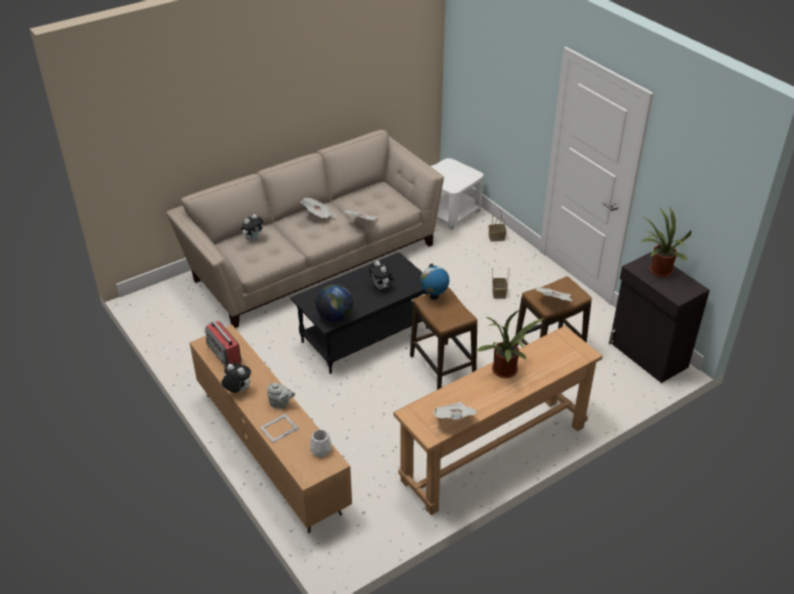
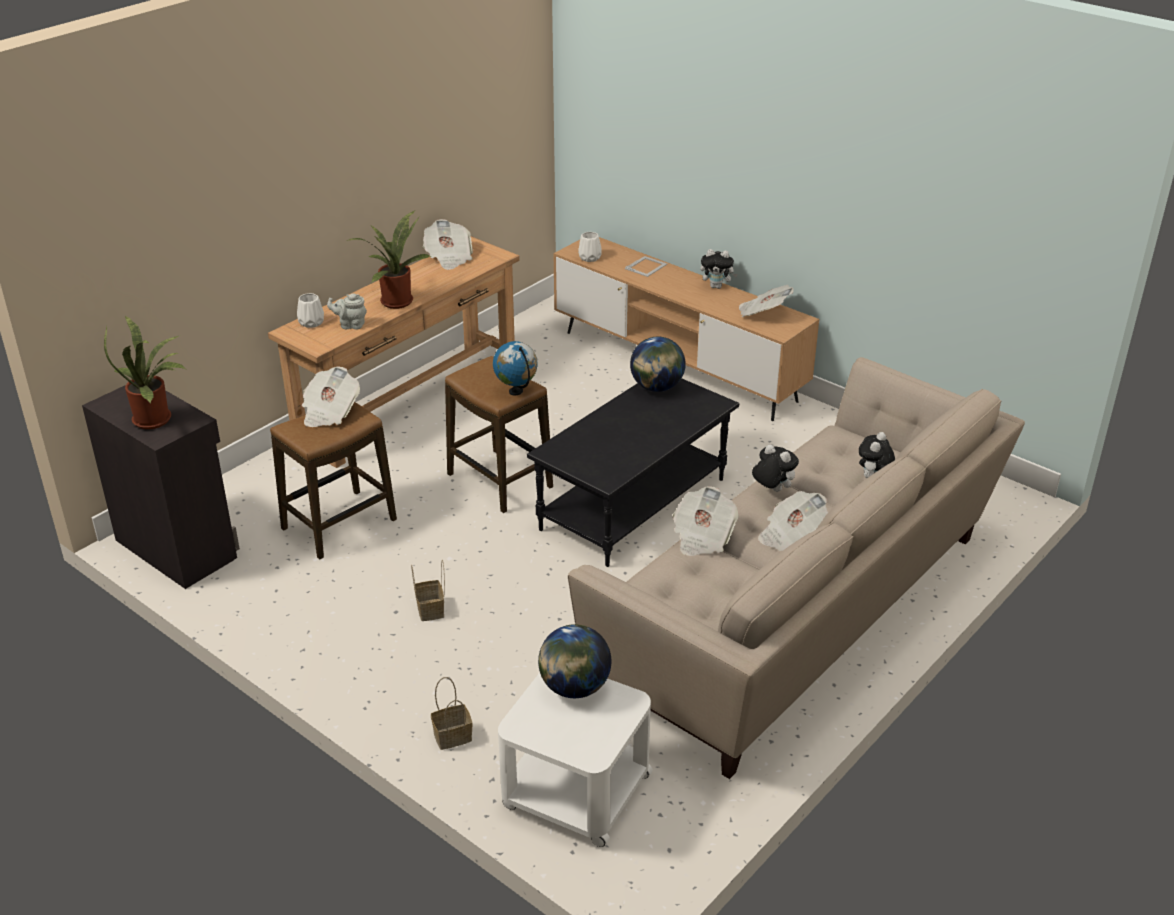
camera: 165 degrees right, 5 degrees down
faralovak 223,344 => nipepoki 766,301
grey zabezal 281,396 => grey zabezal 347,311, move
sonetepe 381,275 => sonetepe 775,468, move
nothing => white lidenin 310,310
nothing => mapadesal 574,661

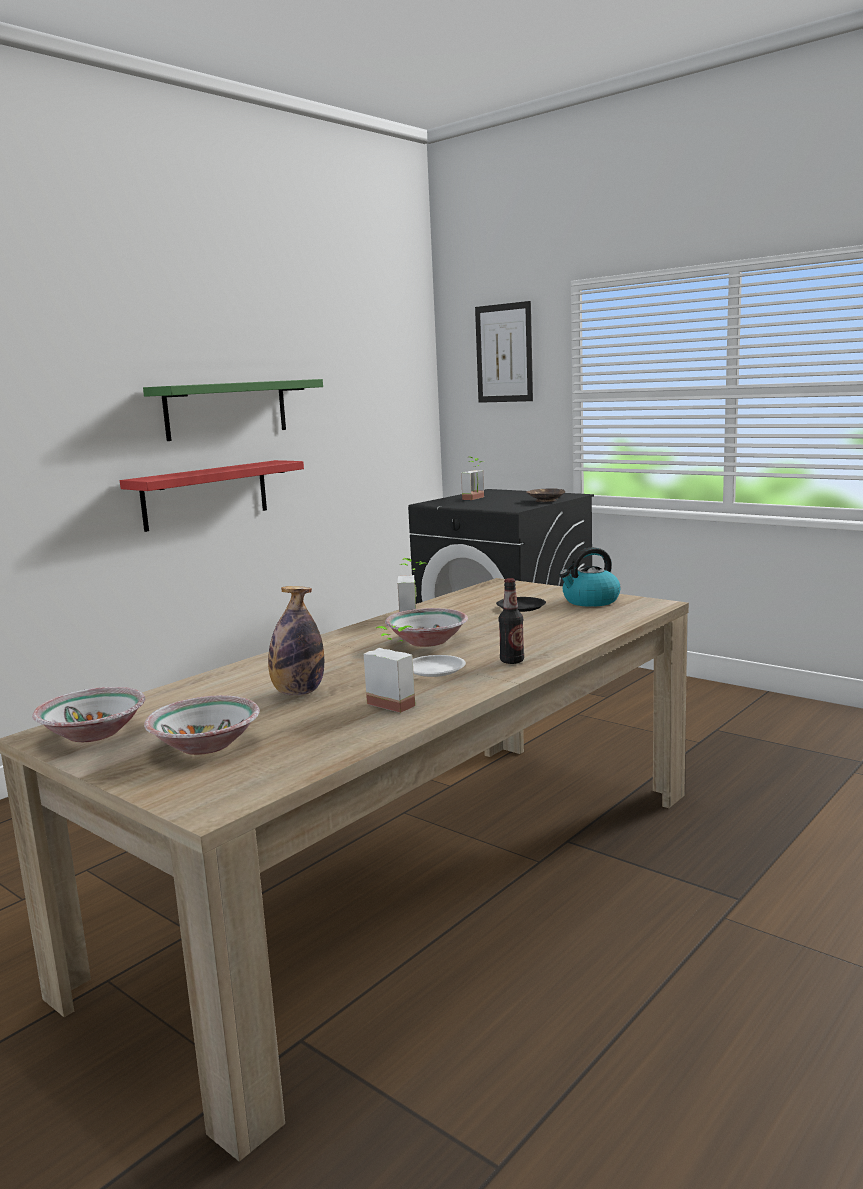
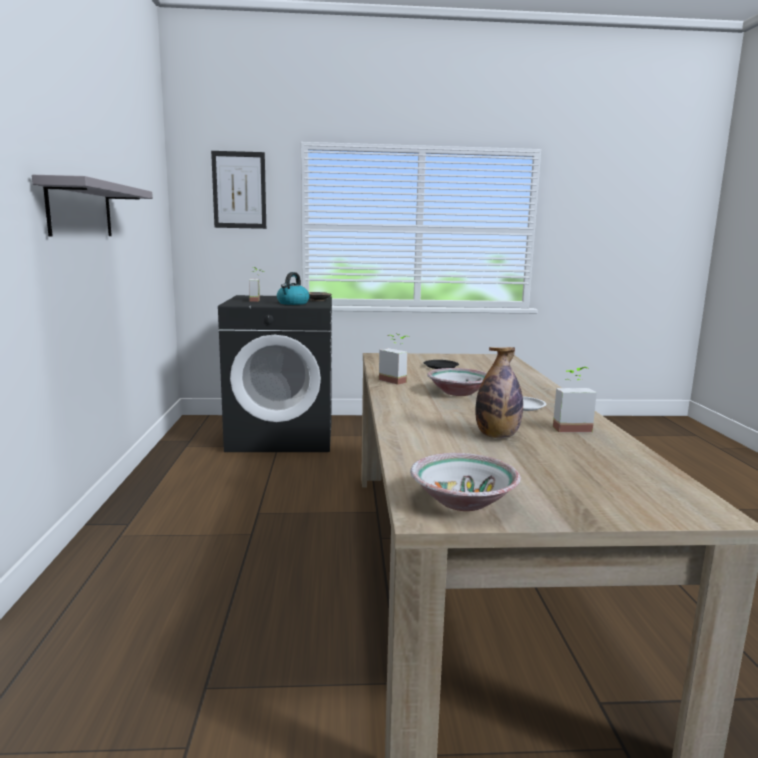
camera: 45 degrees left, 0 degrees up
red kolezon 212,496 => nothing
green kolezon 233,410 => grey kolezon 92,205
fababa 202,725 => nothing
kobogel 511,621 => nothing
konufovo 589,577 => konufovo 293,288, move

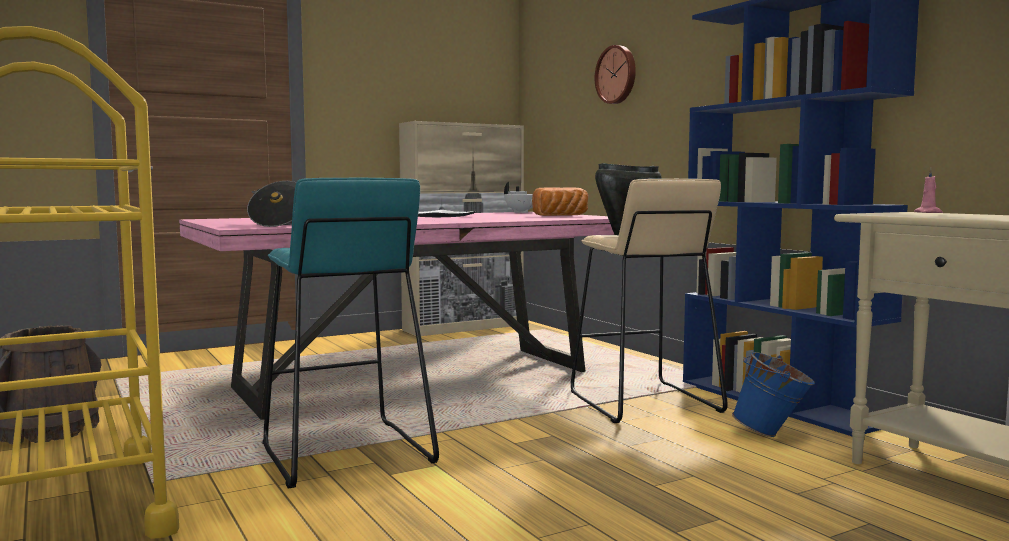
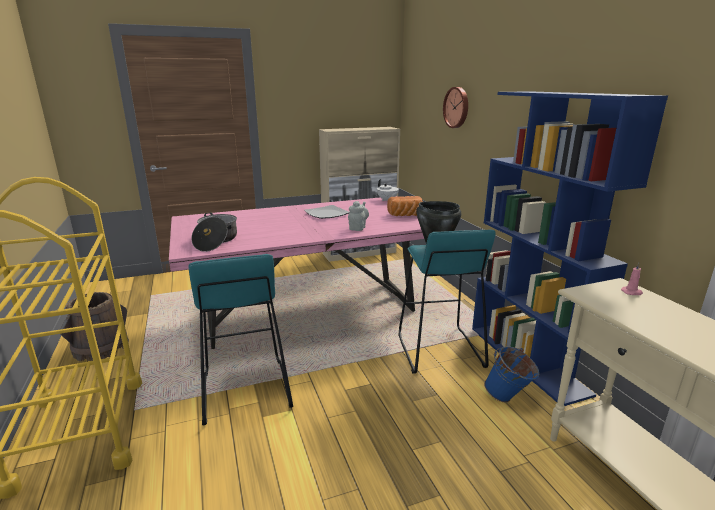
camera: 10 degrees right, 15 degrees up
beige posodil 649,301 => turquoise posodil 447,301
nothing => grey zabezal 358,216

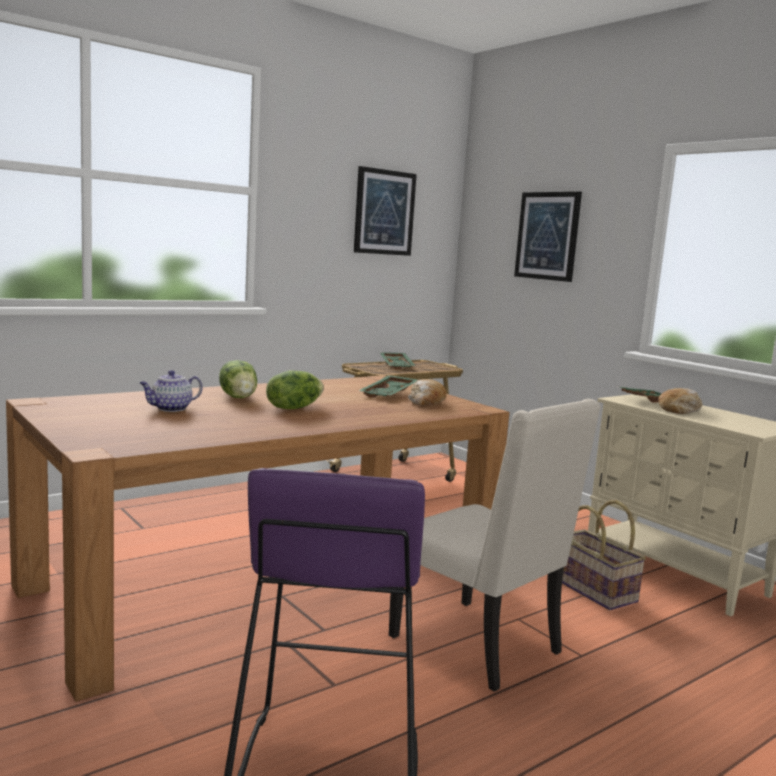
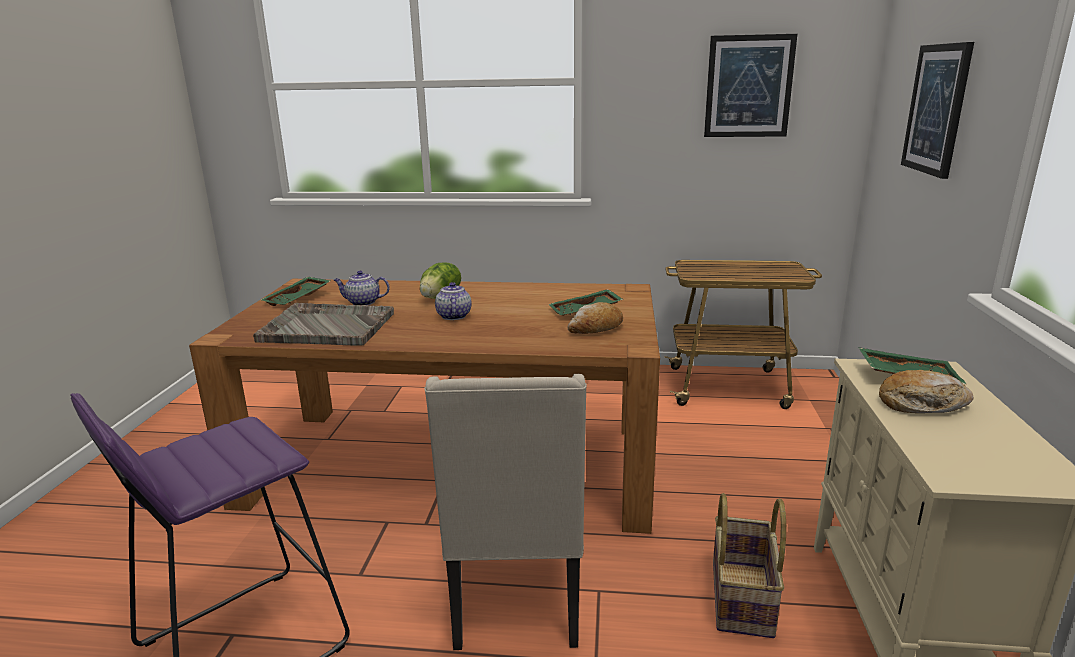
camera: 45 degrees right, 10 degrees up
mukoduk 295,390 => zabezal 453,301
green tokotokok 398,360 => green tokotokok 296,291, move
nothing => grey tokotokok 323,324

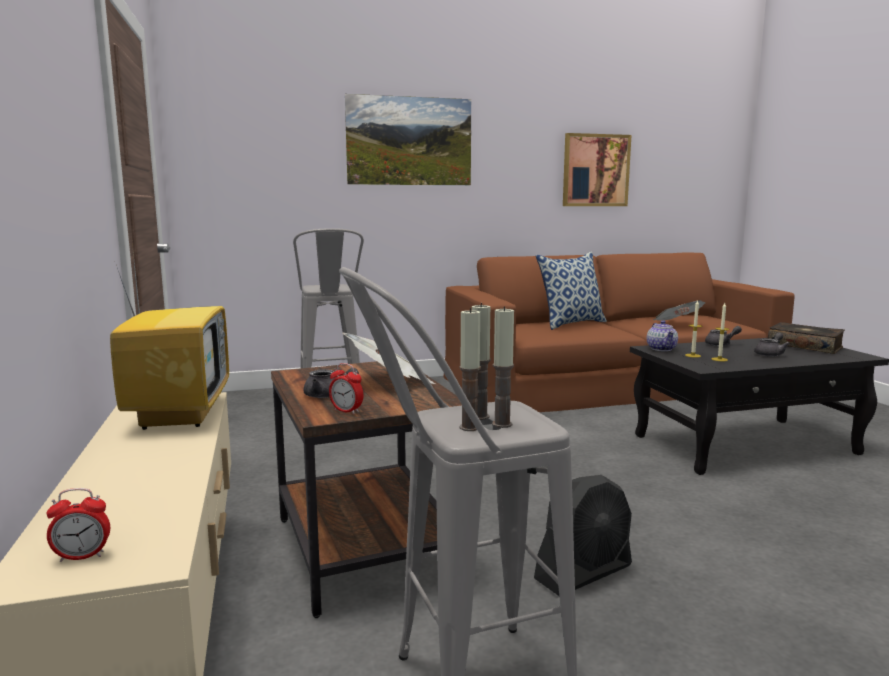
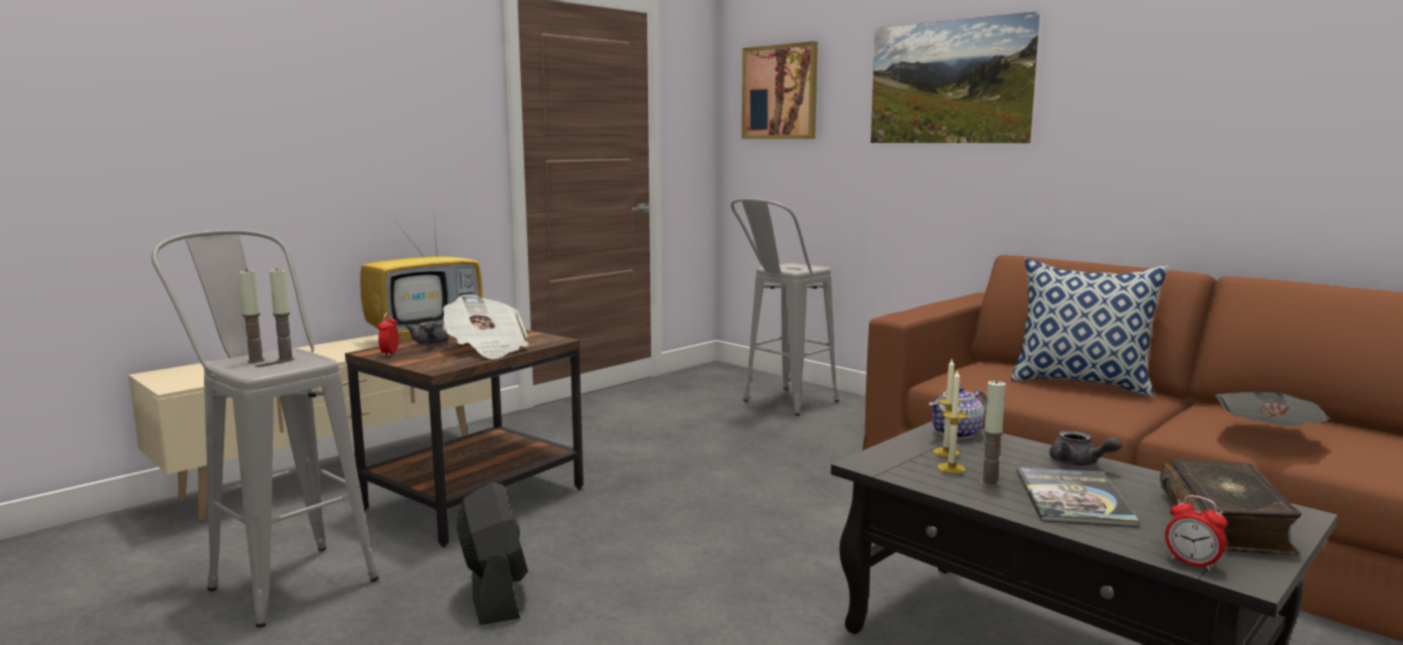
camera: 60 degrees right, 0 degrees up
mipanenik 78,525 => mipanenik 1196,533, move
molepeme 503,367 => molepeme 993,433, move
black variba 583,535 => black variba 492,553, 135 degrees counterclockwise
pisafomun 597,169 => pisafomun 780,90, move
grey zabezal 772,344 => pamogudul 1078,497

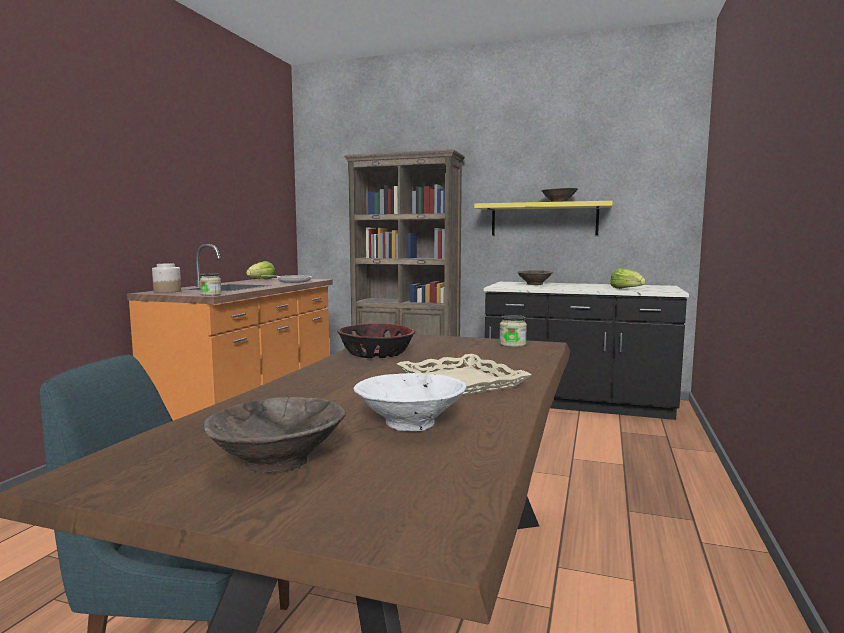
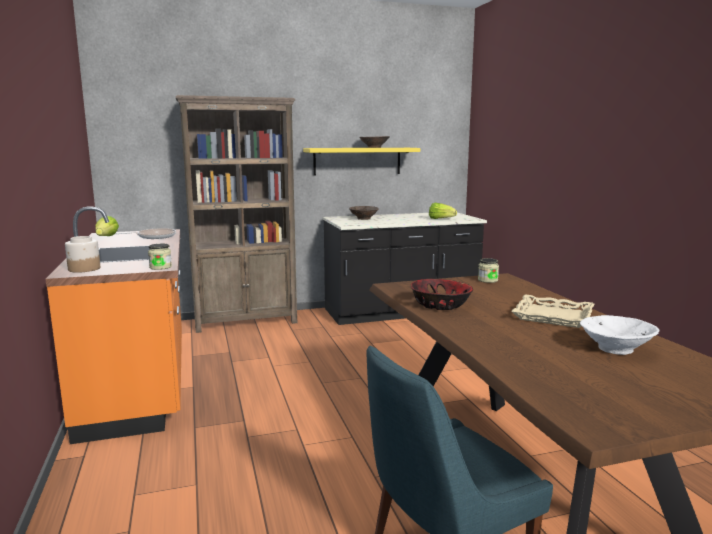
camera: 35 degrees left, 5 degrees up
brown fababa 274,435 => nothing

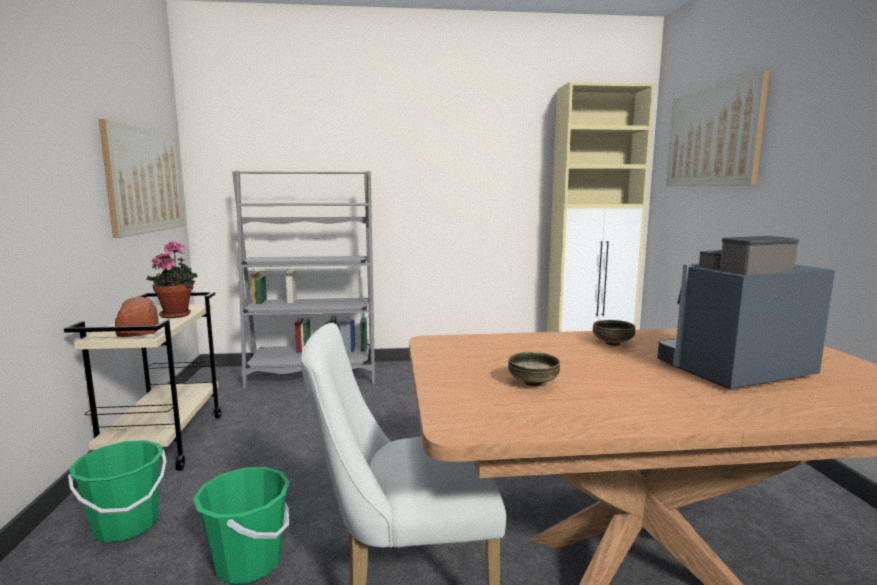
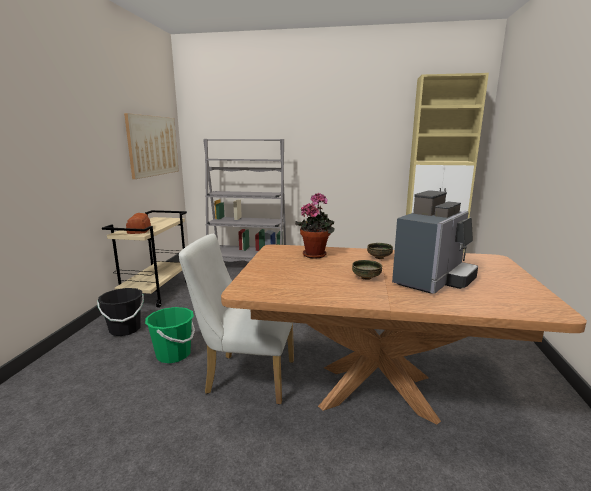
camera: 15 degrees right, 5 degrees up
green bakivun 117,491 => black bakivun 120,312
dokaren 172,279 => dokaren 315,226, move
fababa 534,369 => fababa 367,270, move
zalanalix 746,312 => zalanalix 435,242, 135 degrees clockwise
pisafomun 718,128 => nothing

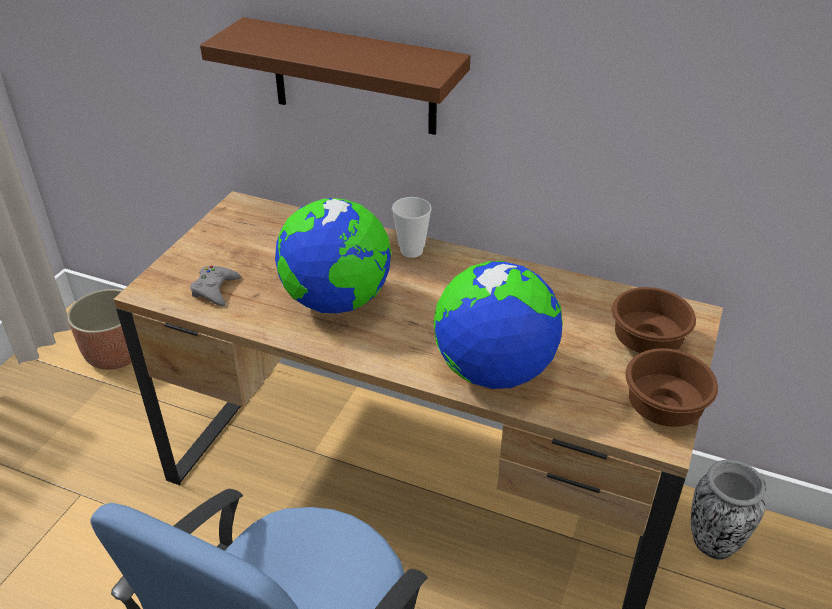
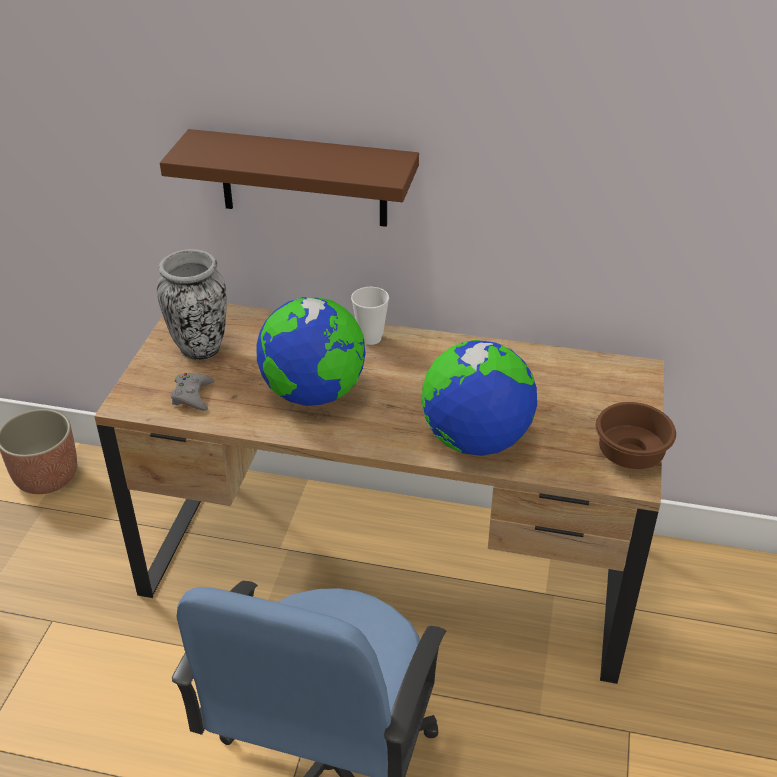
camera: 10 degrees left, 0 degrees up
brown fababa 654,320 => nothing
lidenin 728,509 => lidenin 192,304, move

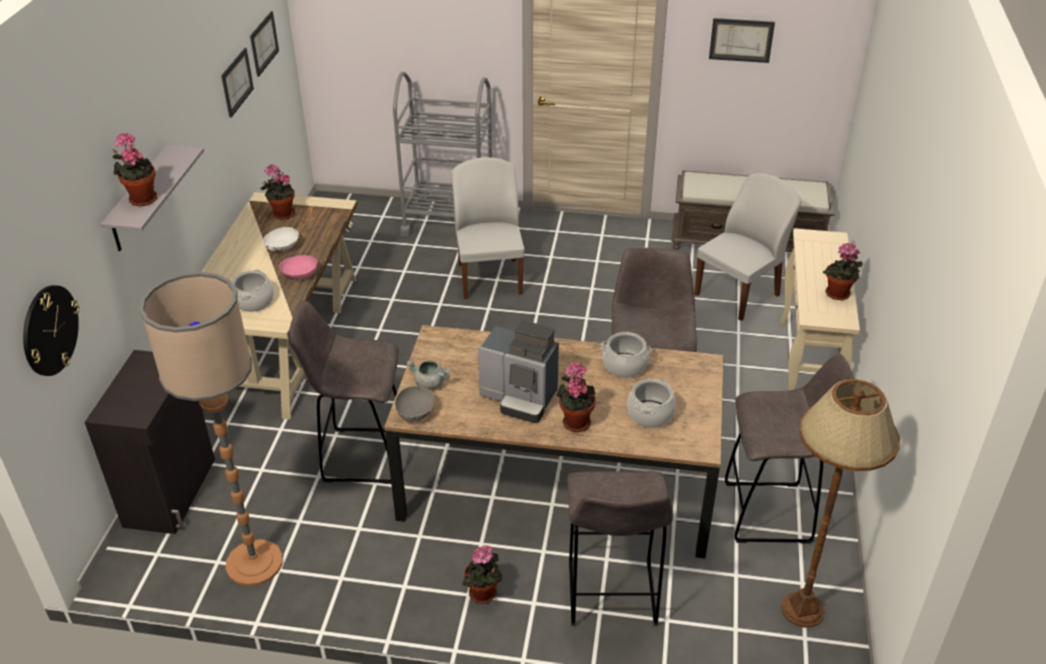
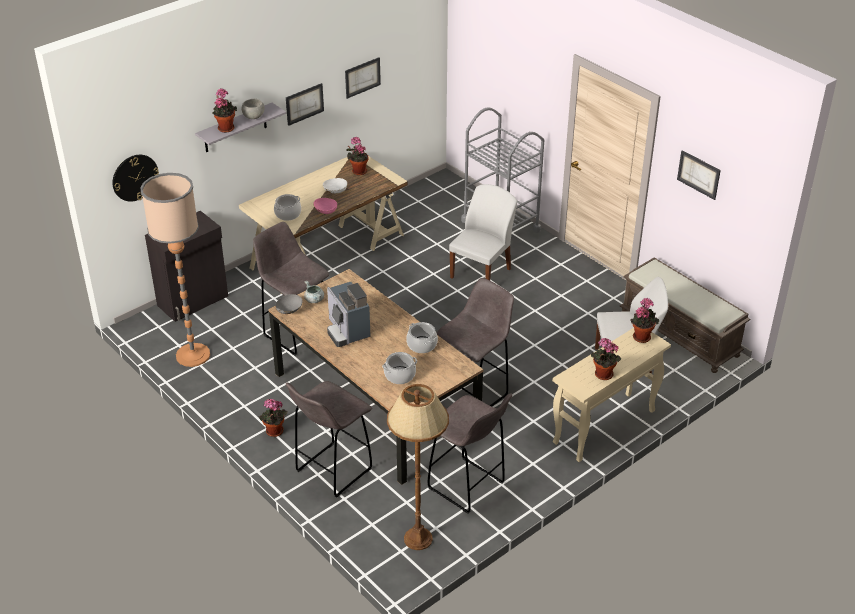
camera: 40 degrees right, 0 degrees up
pisafomun 264,44 => pisafomun 305,104, move
dokaren 576,397 => dokaren 644,320, move
nothing => grey fababa 253,109

